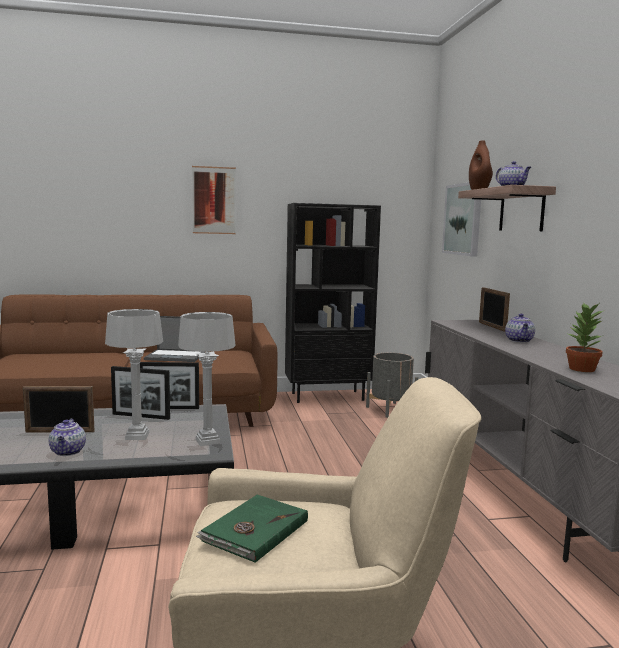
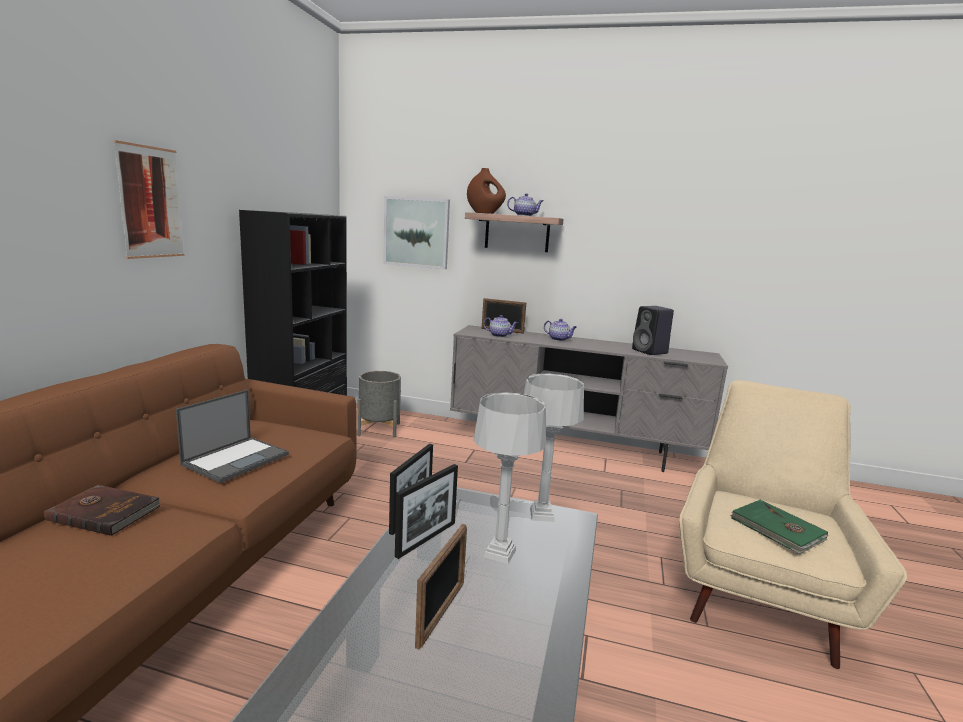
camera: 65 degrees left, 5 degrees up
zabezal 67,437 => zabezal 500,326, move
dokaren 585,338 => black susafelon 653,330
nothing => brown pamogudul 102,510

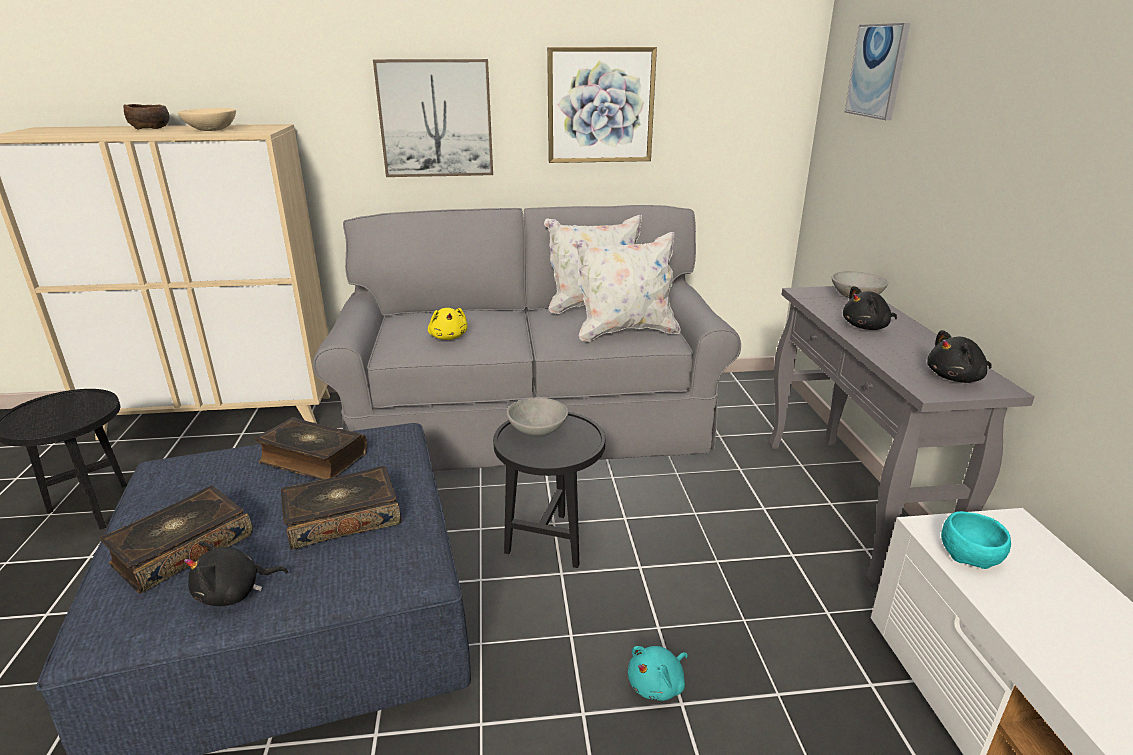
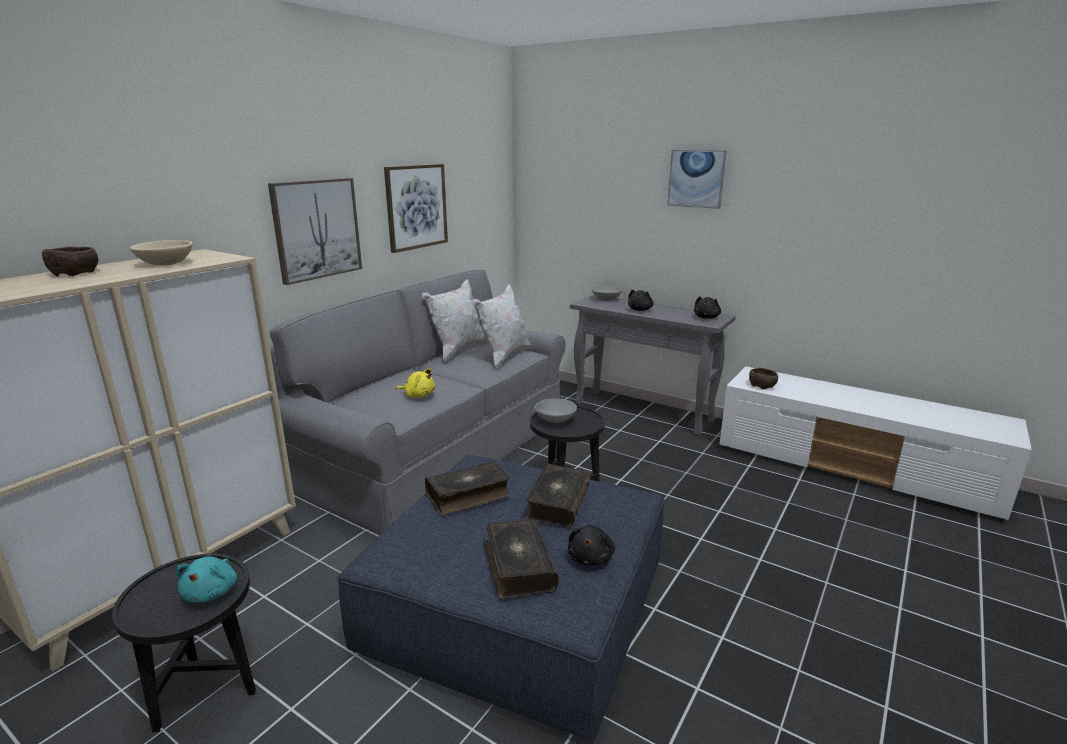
camera: 50 degrees left, 5 degrees down
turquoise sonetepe 658,673 => turquoise sonetepe 206,579, move
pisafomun 878,71 => pisafomun 697,179, move
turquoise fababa 976,540 => brown fababa 763,378

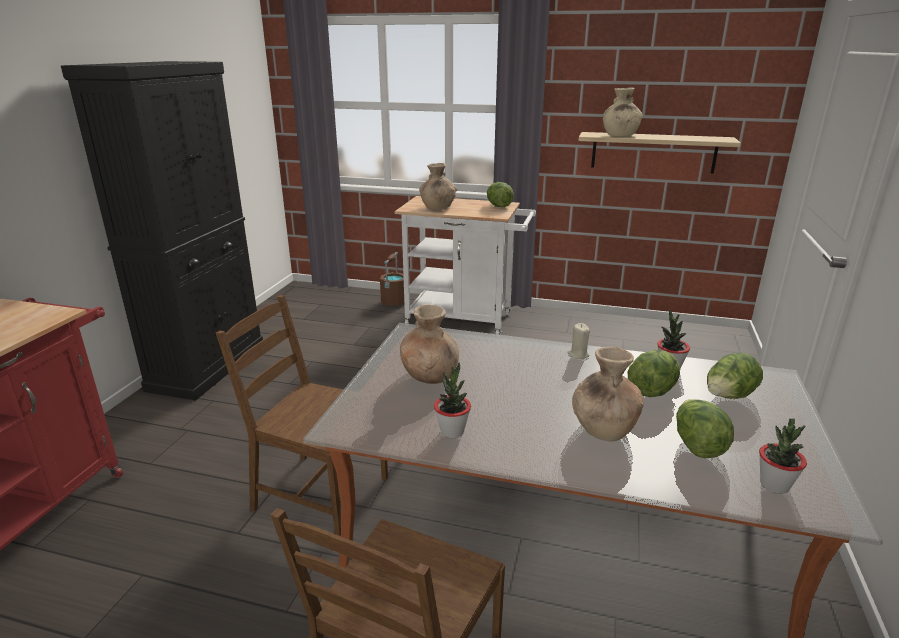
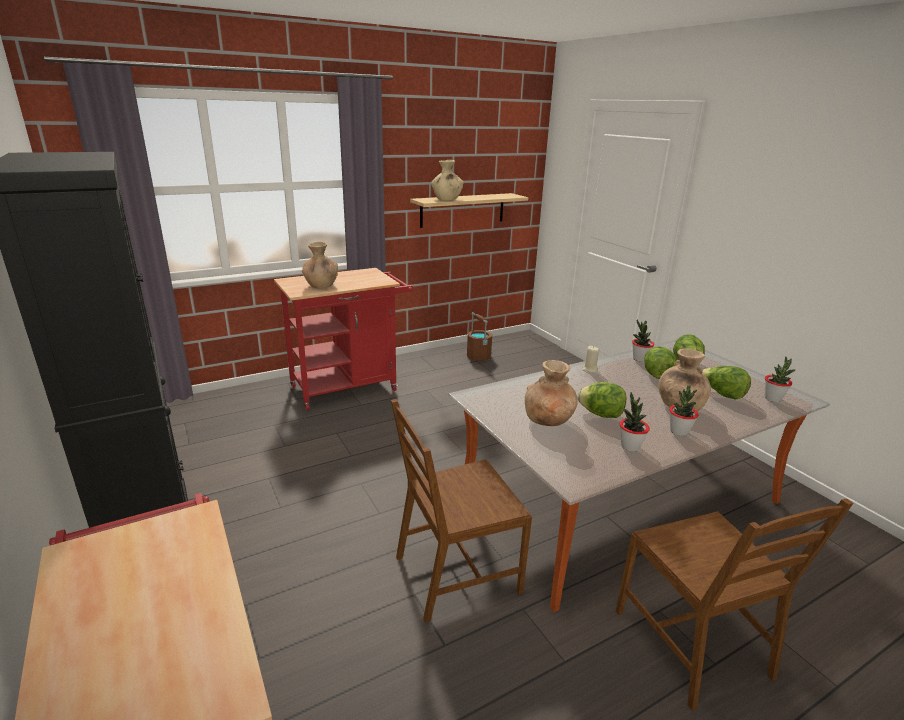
camera: 45 degrees left, 0 degrees up
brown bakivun 392,279 => brown bakivun 479,336, move
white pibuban 465,265 => red pibuban 343,339
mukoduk 500,194 => mukoduk 602,400, move
nothing => dokaren 684,410

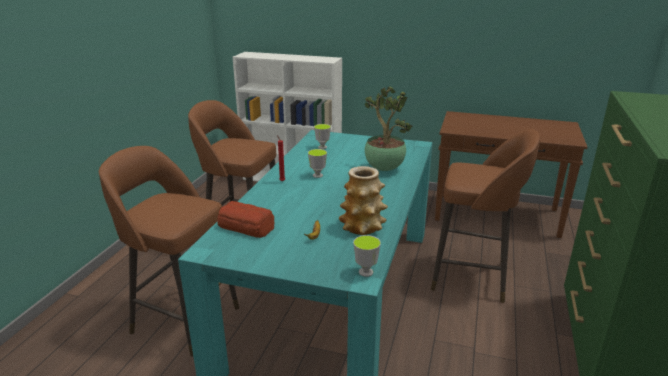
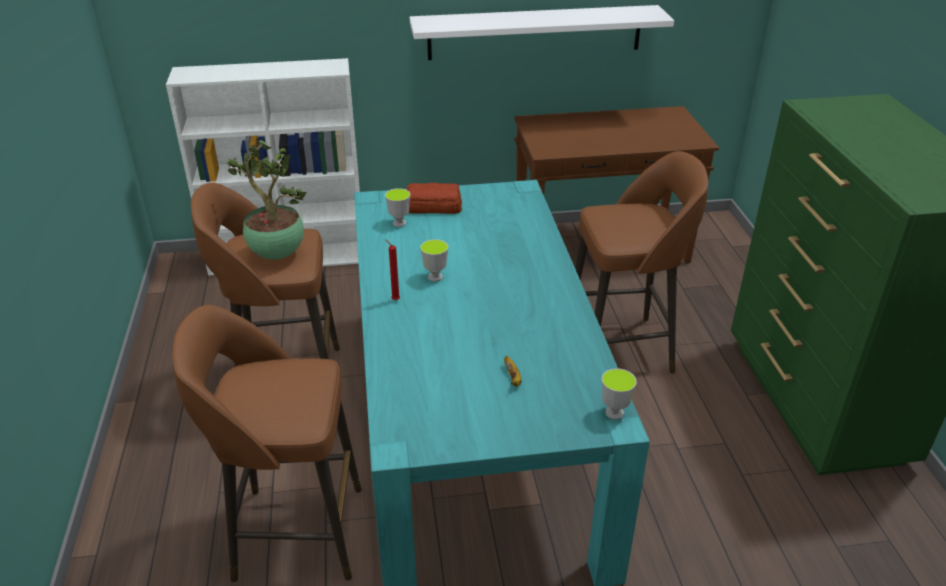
camera: 25 degrees left, 10 degrees up
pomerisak 245,219 => pomerisak 434,198, move
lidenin 363,200 => nothing
dokaren 389,128 => dokaren 266,200, move
nothing => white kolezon 542,32

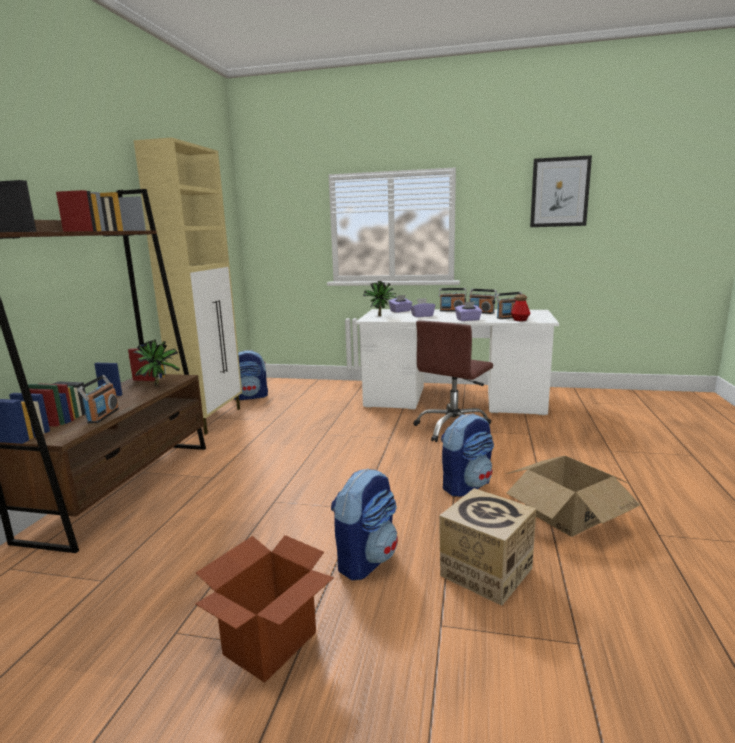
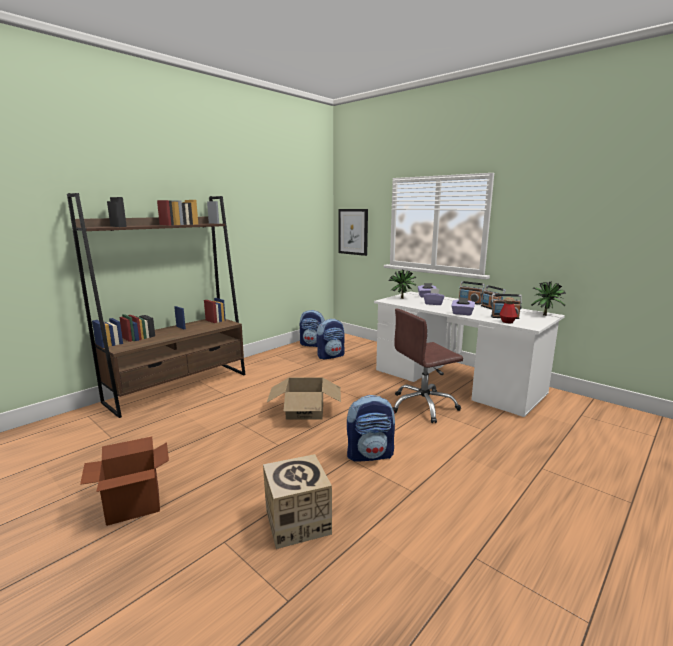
camera: 30 degrees right, 0 degrees up
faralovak 98,399 => nothing
dokaren 156,363 => dokaren 548,299, move
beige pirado 188,286 => nothing
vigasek 364,524 => vigasek 330,339, move
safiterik 573,496 => safiterik 304,399, move
pisafomun 561,191 => pisafomun 353,232, move

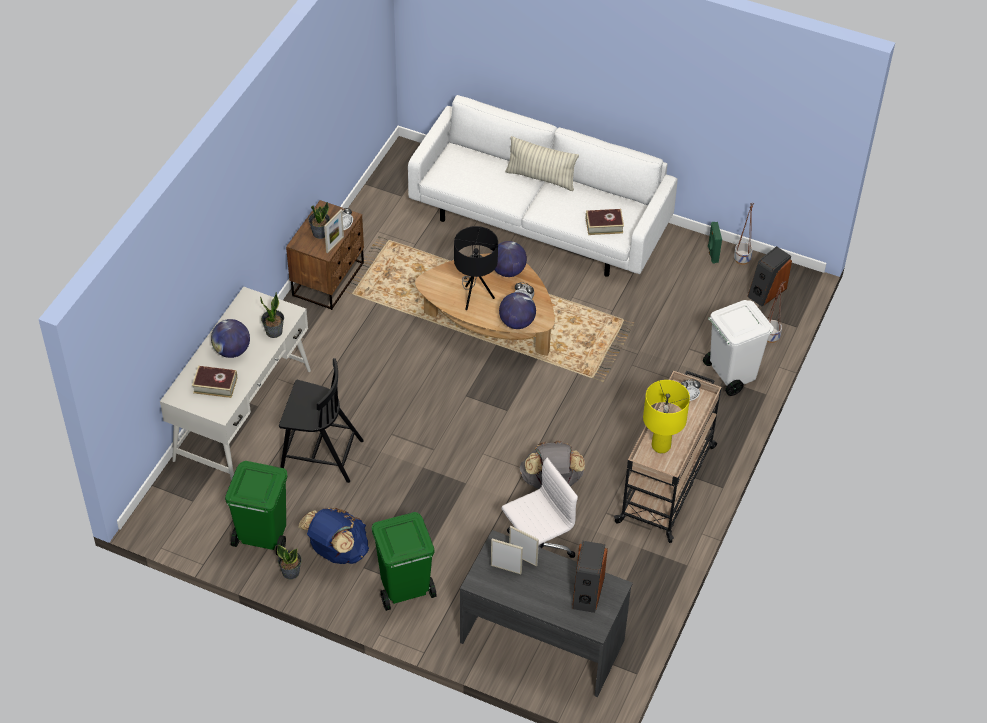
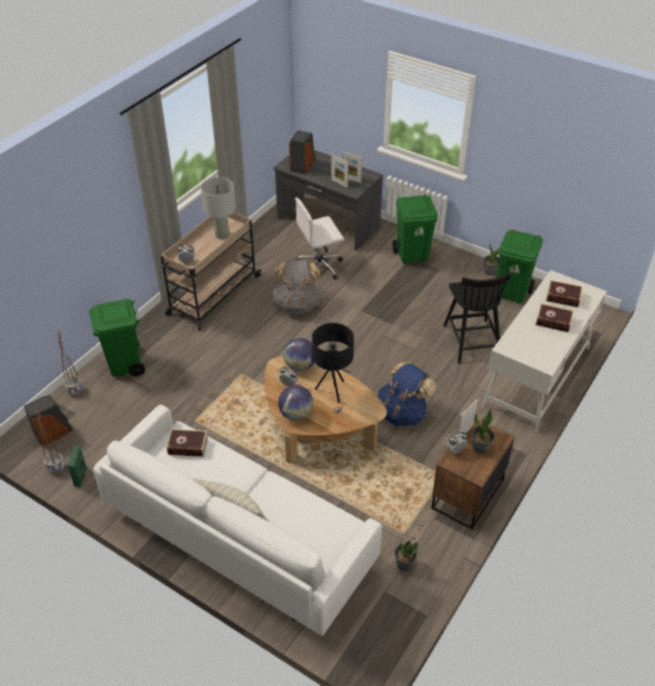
camera: 170 degrees left, 5 degrees down
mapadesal 230,338 => pamogudul 555,318
dokaren 272,315 => dokaren 406,556, move
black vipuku 321,420 => black vipuku 477,318, 120 degrees counterclockwise
blue vigasek 333,536 => blue vigasek 407,394, move
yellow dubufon 666,416 => grey dubufon 218,208
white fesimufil 738,348 => green fesimufil 117,337

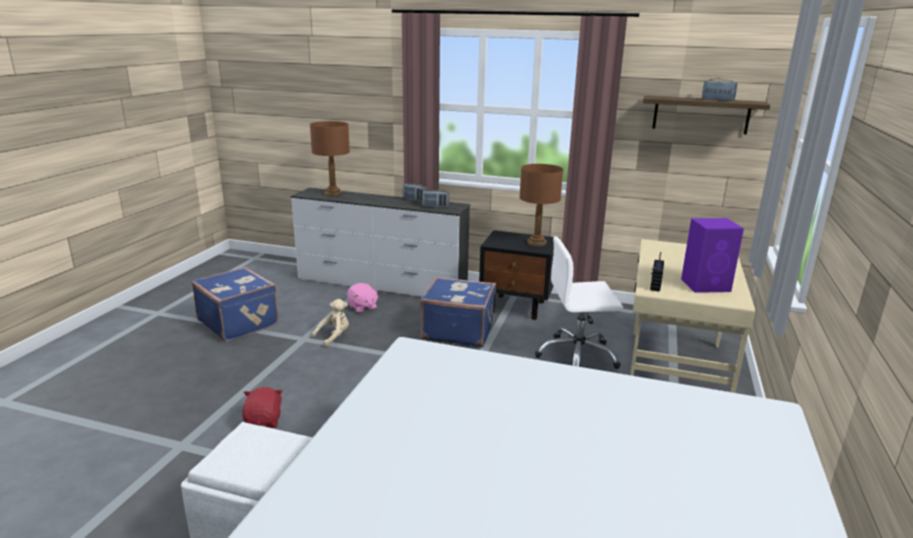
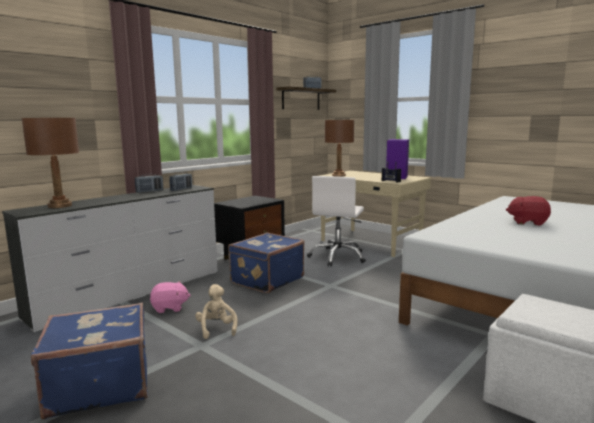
camera: 65 degrees left, 10 degrees down
red sonetepe 262,407 => red sonetepe 528,211, move
brown dubufon 541,205 => brown dubufon 339,148, move

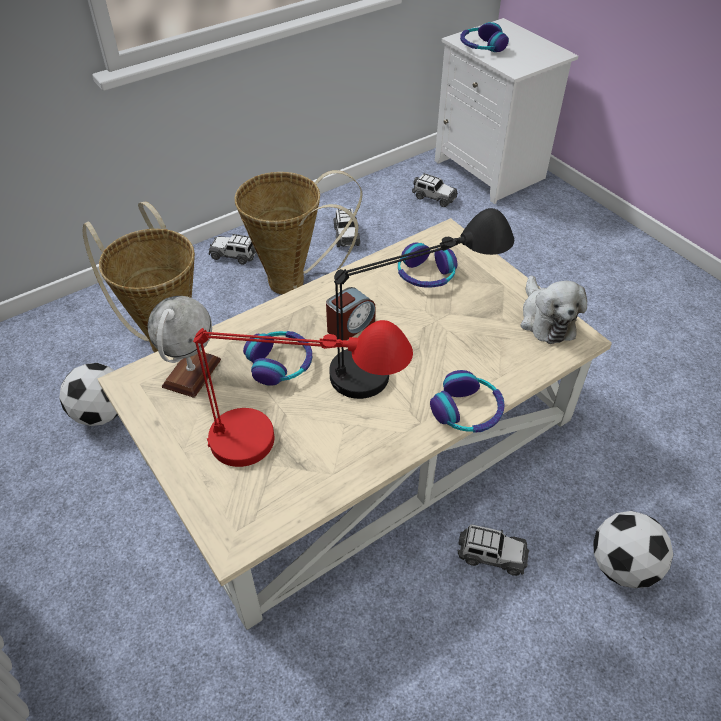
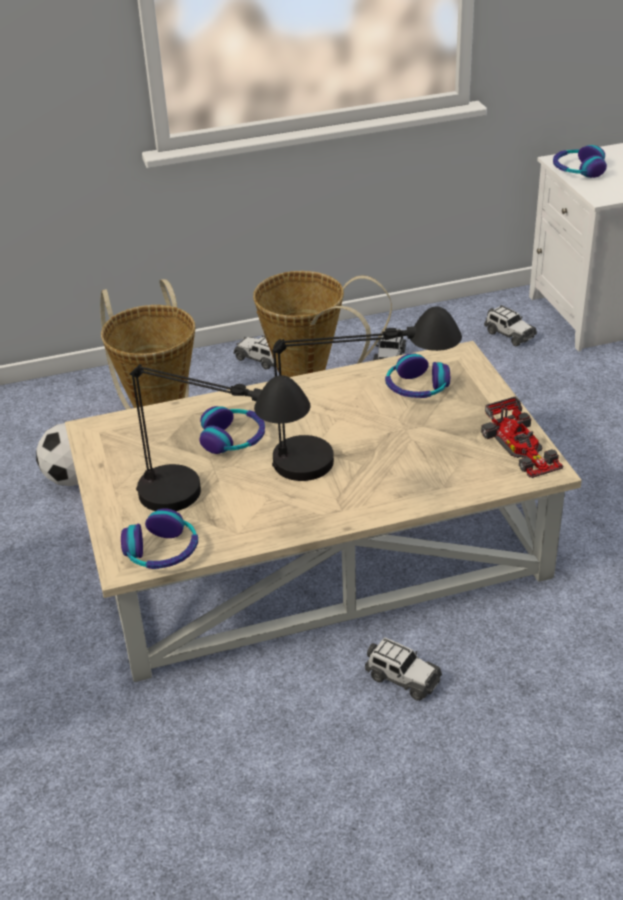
camera: 20 degrees right, 10 degrees down
mapadesal 184,347 => nothing
red dubufon 303,393 => black dubufon 220,437
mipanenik 351,313 => nothing
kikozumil 467,401 => kikozumil 159,538, move
sonetepe 553,310 => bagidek 522,437
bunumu 633,549 => nothing

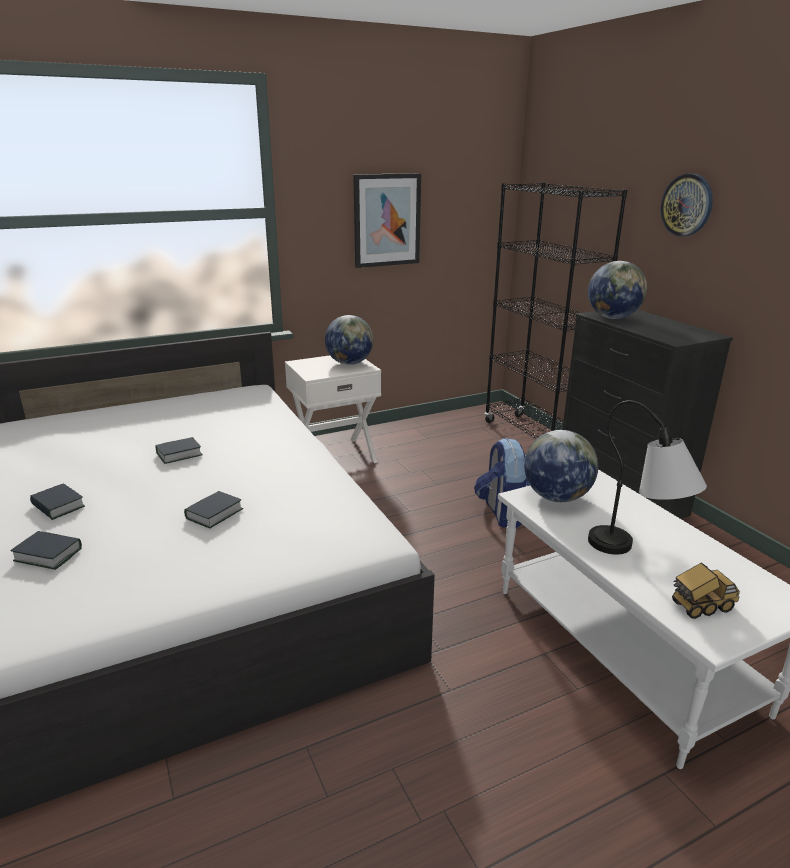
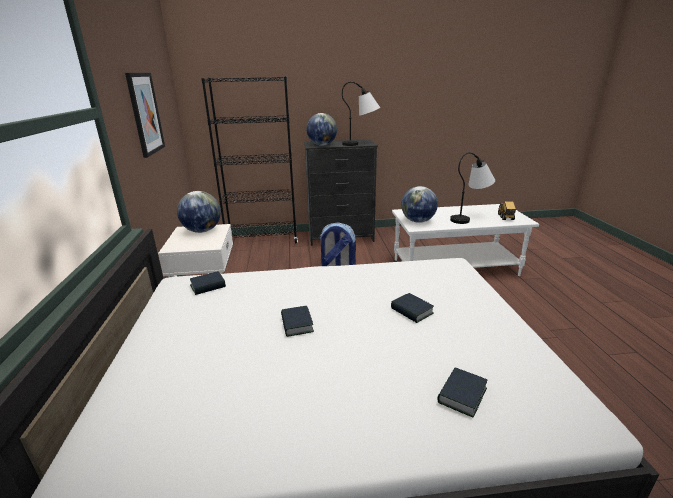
camera: 70 degrees left, 0 degrees up
pamogudul 57,502 => pamogudul 208,283, move
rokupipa 686,205 => nothing
nothing => dubufon 361,113

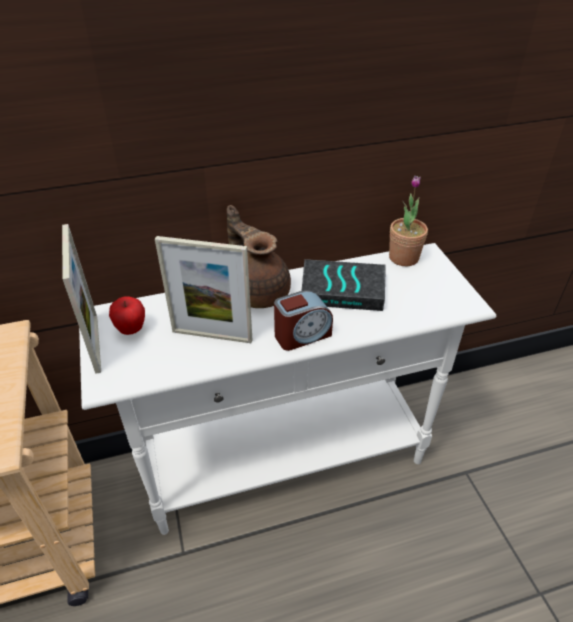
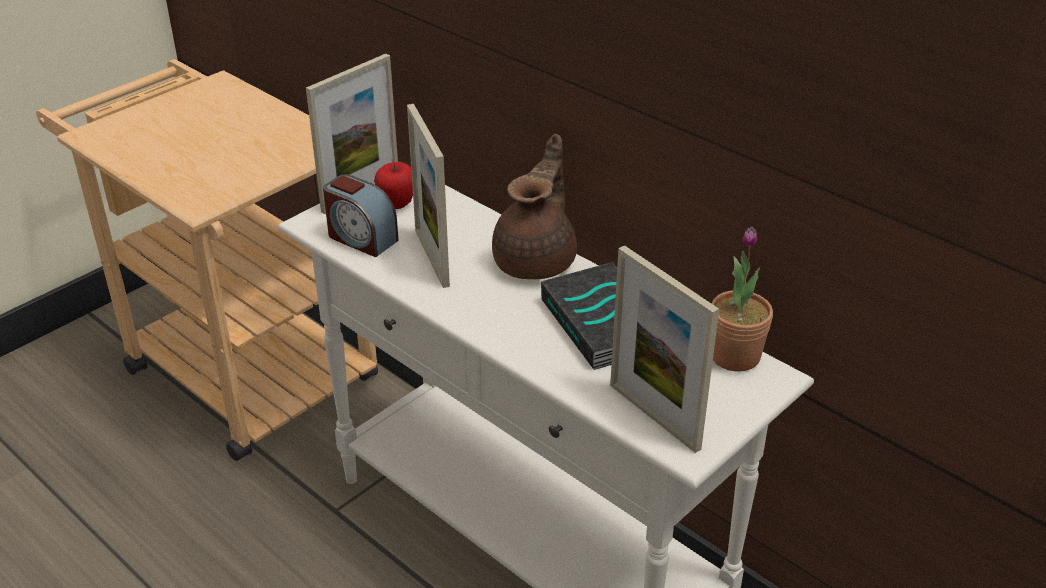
camera: 60 degrees right, 5 degrees down
mipanenik 303,320 => mipanenik 361,215, move
nothing => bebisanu 664,349

